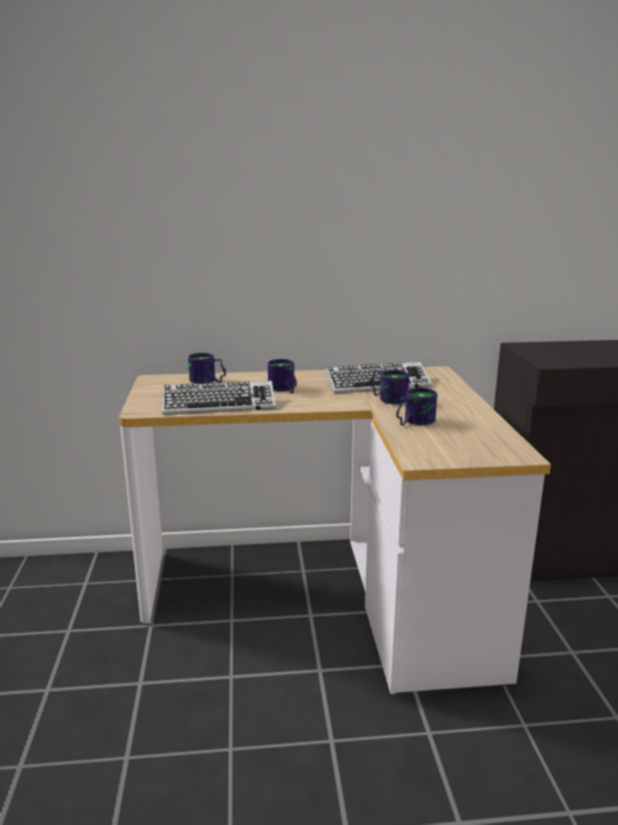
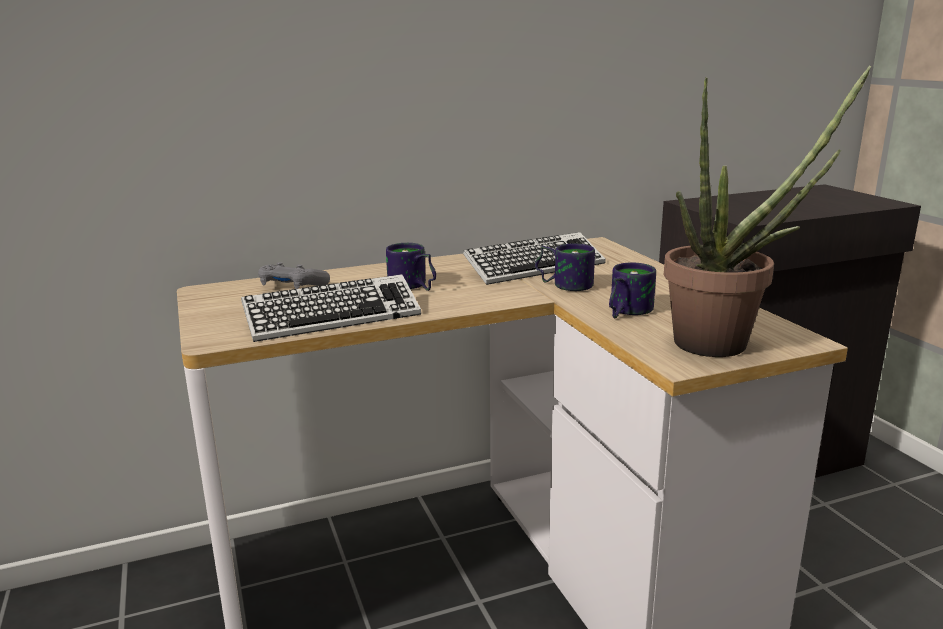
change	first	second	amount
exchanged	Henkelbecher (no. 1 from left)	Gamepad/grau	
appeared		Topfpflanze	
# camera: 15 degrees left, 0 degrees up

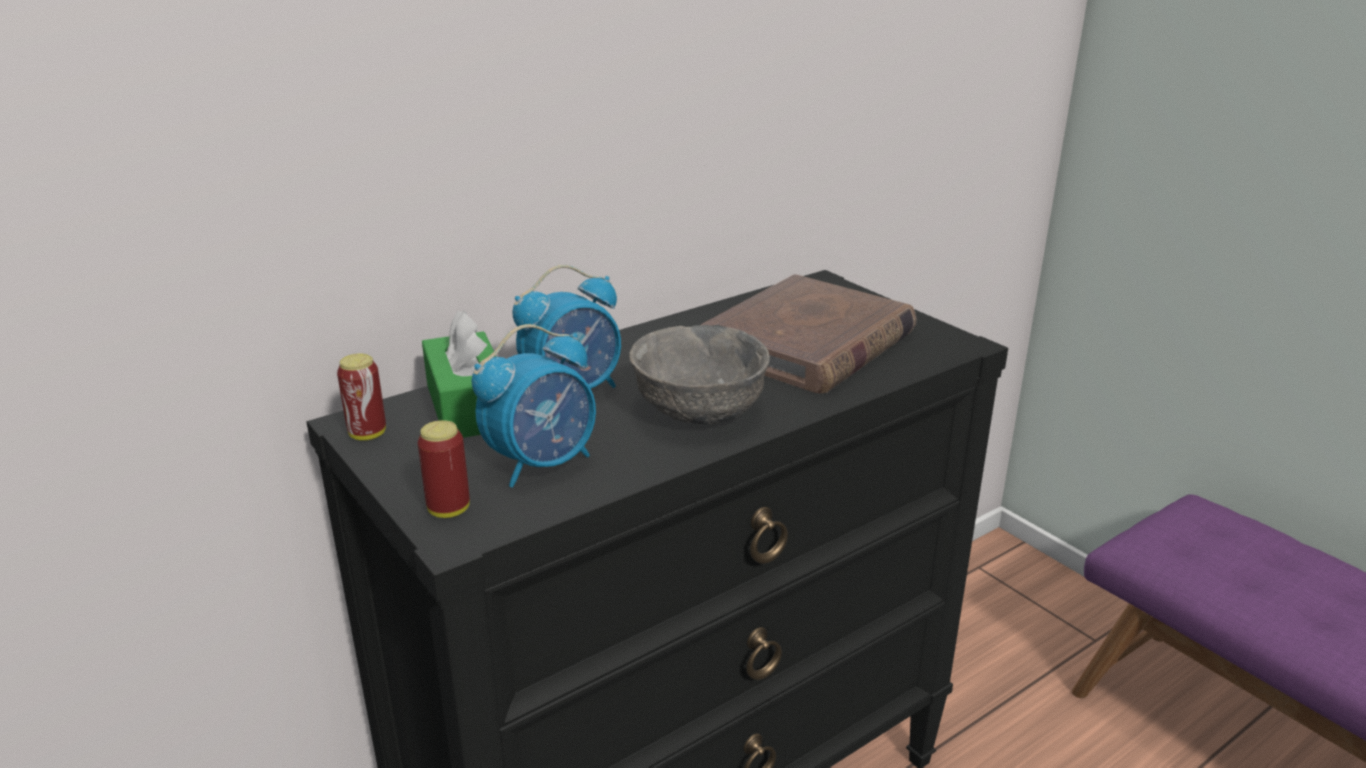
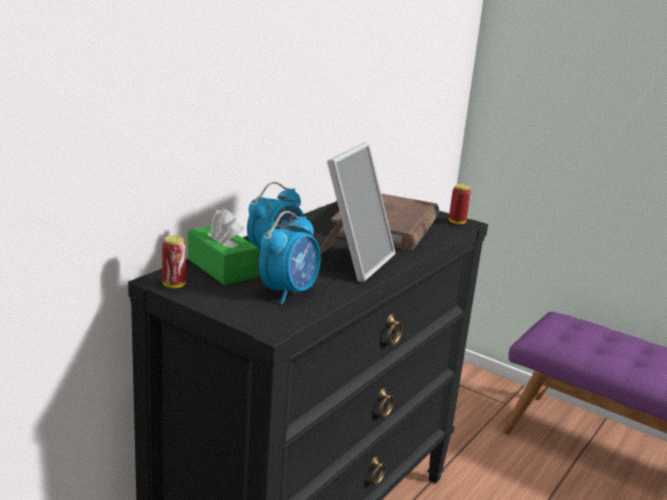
change	first	second	amount
exchanged	Schüssel/grau	Bilderrahmen	
relocated	Dose (no. 2 from left)		
# camera: 20 degrees left, 5 degrees down

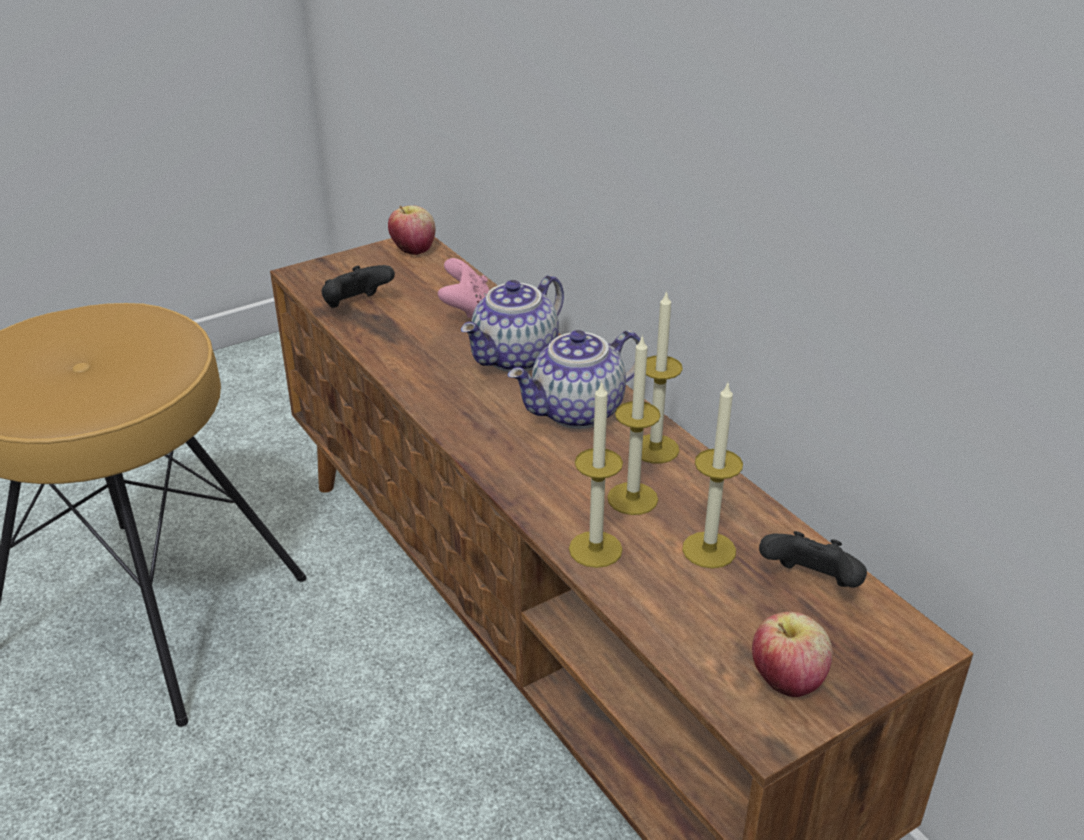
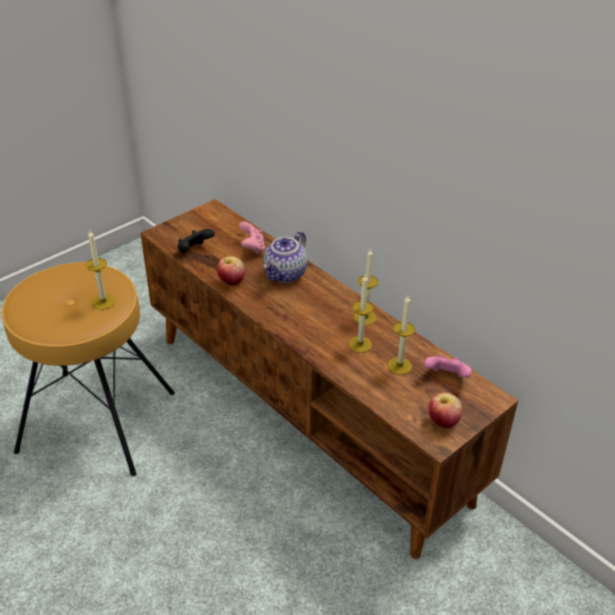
change	first	second	amount
relocated	Kerze (no. 1 from left)		
relocated	Apfel (no. 1 from left)		
colour	Gamepad/schwarz (no. 2 from left)	Gamepad/rosa (no. 2 from left)	
missing	Teekanne (no. 2 from left)		
# camera: 10 degrees left, 5 degrees up

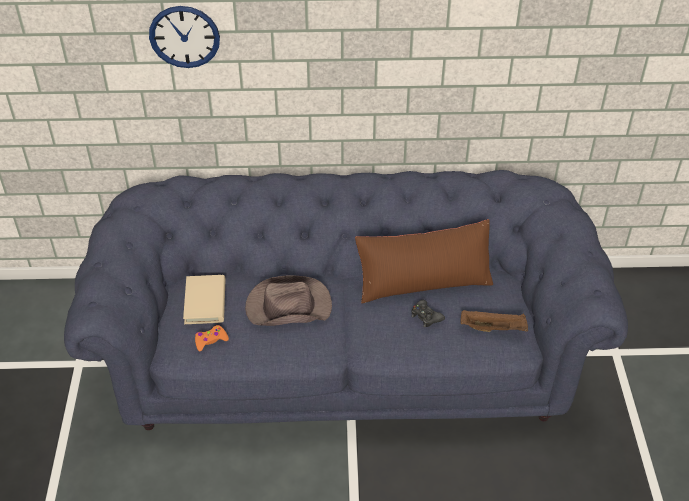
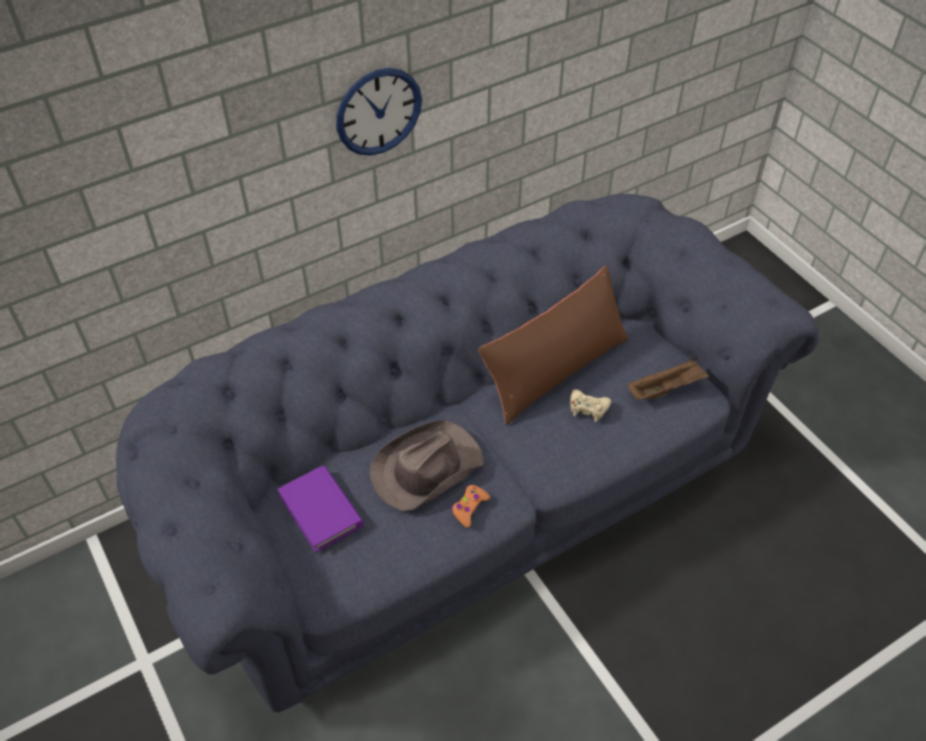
change	first	second	amount
colour	Buch/beige	Buch/lila	
relocated	Wanduhr		
relocated	Gamepad/orange		
colour	Gamepad/schwarz	Gamepad/beige	
# camera: 30 degrees left, 5 degrees up

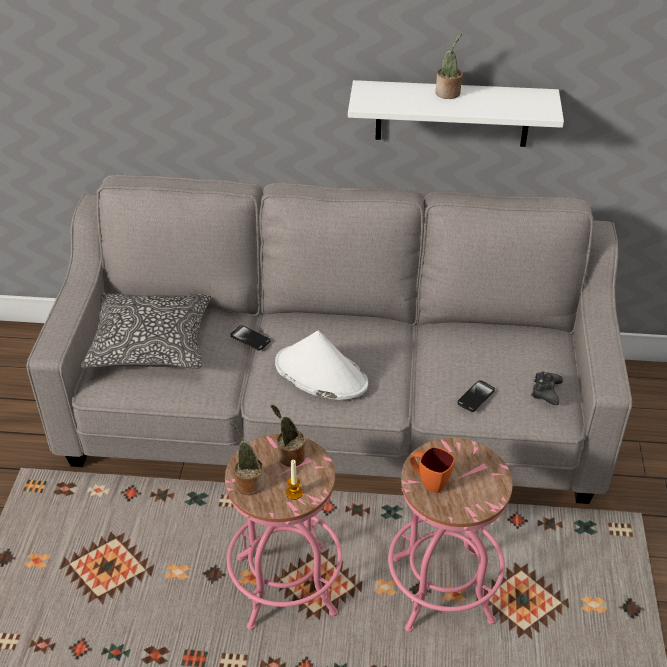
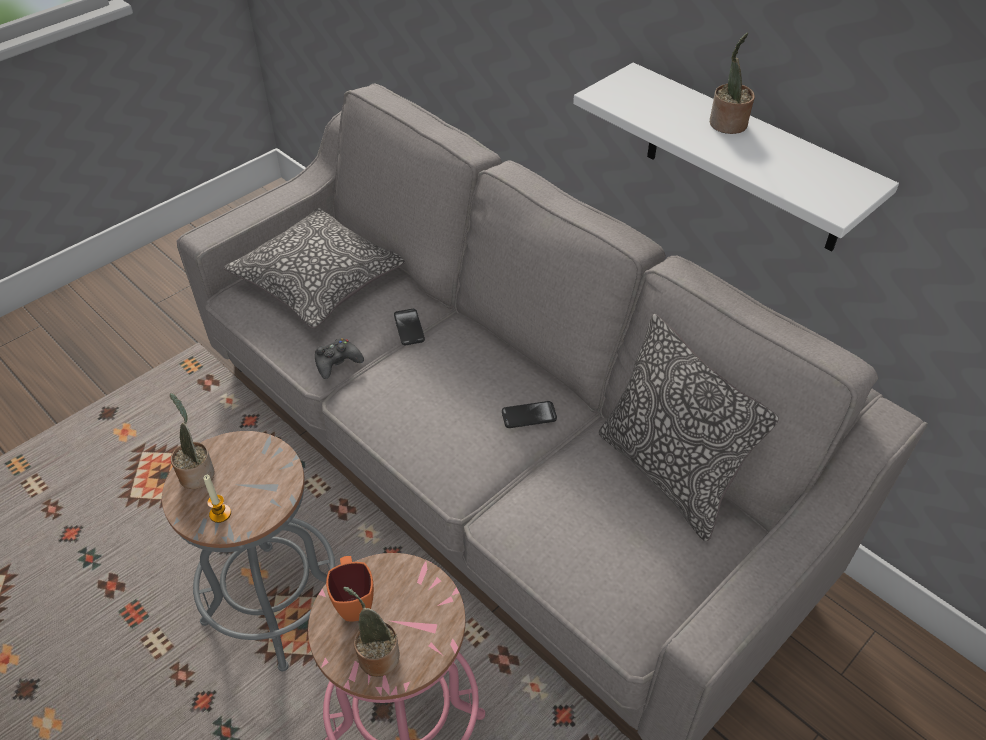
change	first	second	amount
colour	Hocker/rosa (no. 1 from left)	Hocker/grau	
relocated	Gamepad/schwarz		
relocated	Topfpflanze (no. 2 from left)		
relocated	Handy (no. 2 from left)		
appeared		Kissen (no. 2 from left)	
missing	Hut/weiß		
# camera: 40 degrees right, 5 degrees up

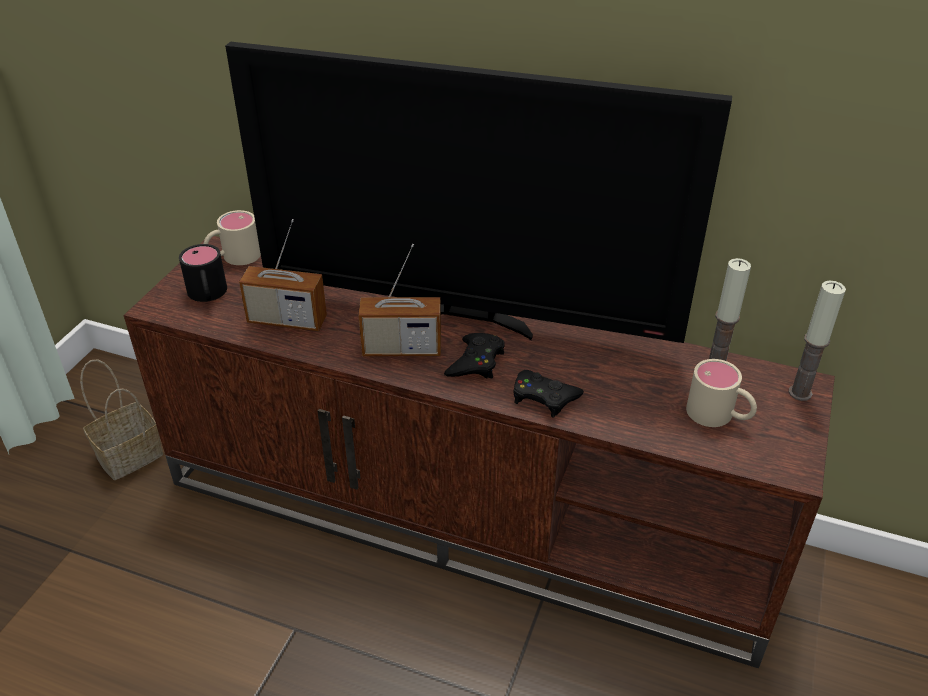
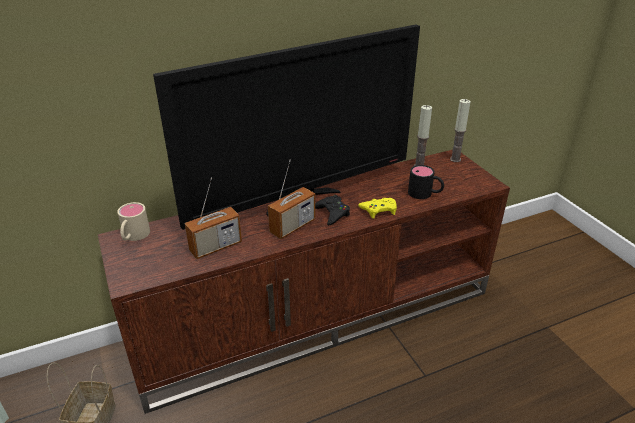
change	first	second	amount
colour	Gamepad/schwarz (no. 2 from left)	Gamepad/gelb	
relocated	Henkelbecher/schwarz		
missing	Henkelbecher/beige (no. 2 from left)		
# camera: 45 degrees left, 5 degrees down

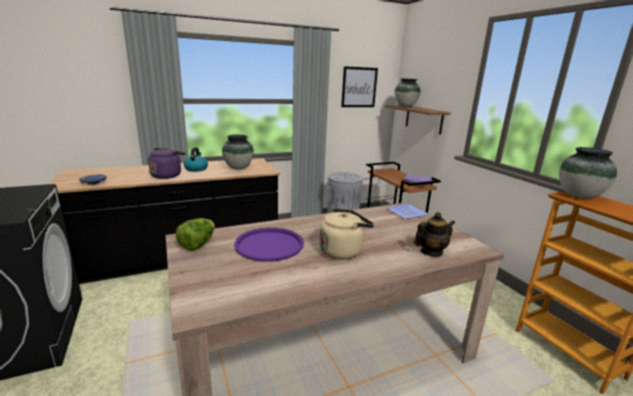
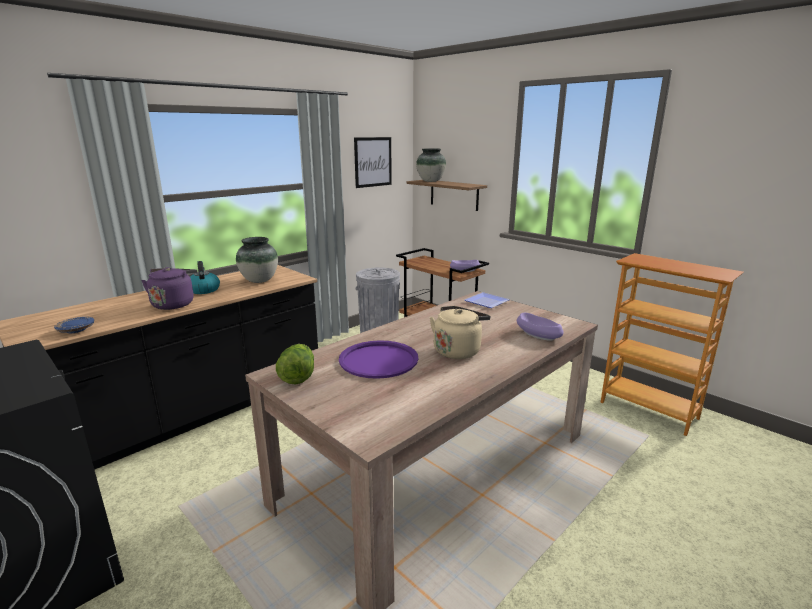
change	first	second	amount
exchanged	Teekanne	Schüssel/lila (no. 2 from left)	
missing	Vase (no. 3 from left)		
# camera: 20 degrees left, 0 degrees up

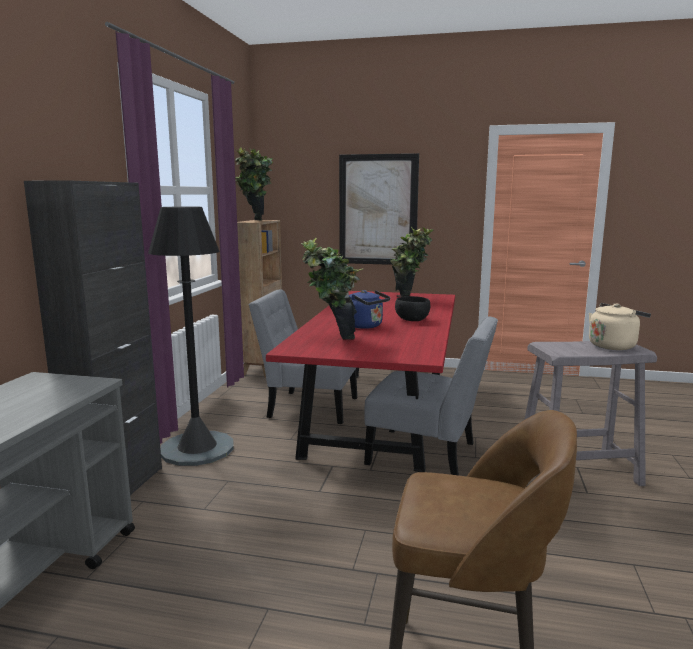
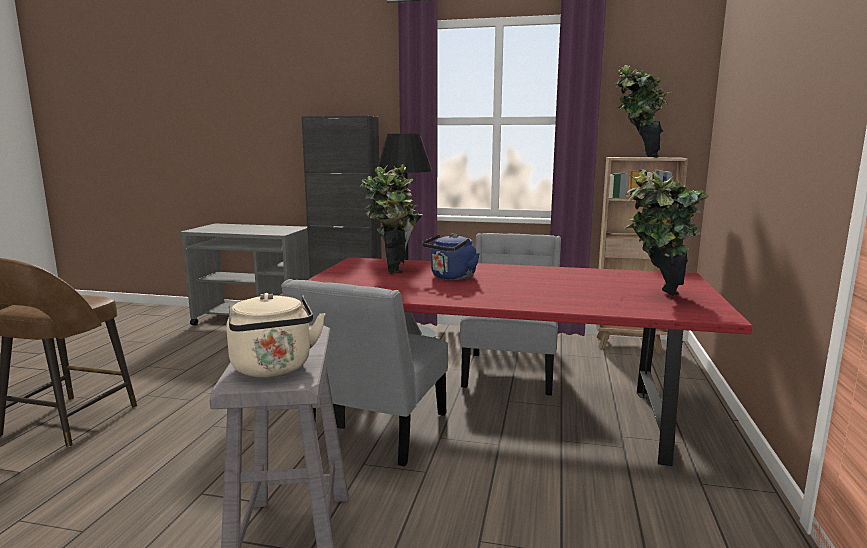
change	first	second	amount
missing	Bild		
missing	Schüssel/schwarz		
# camera: 90 degrees right, 0 degrees up

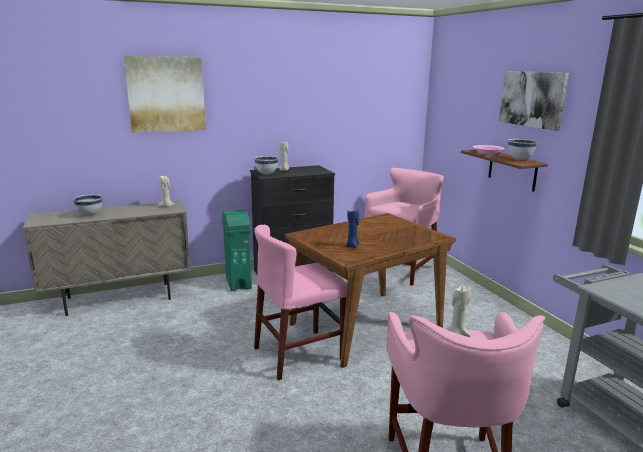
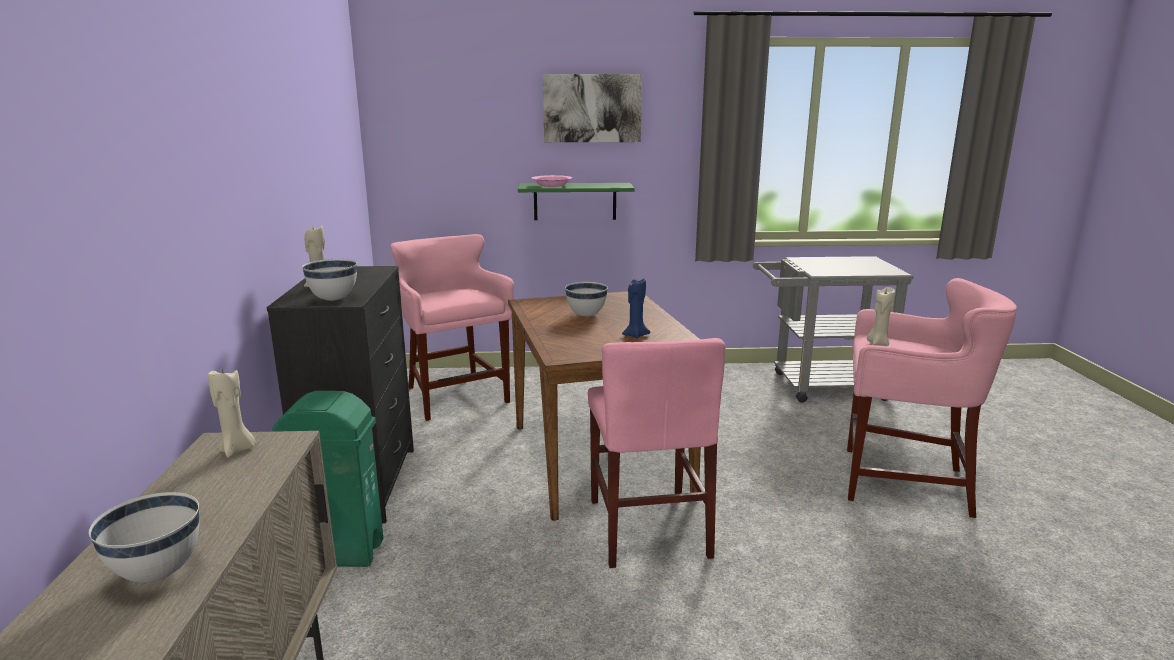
change	first	second	amount
colour	Wandregal/braun	Wandregal/grün	
relocated	Schüssel/weiß (no. 3 from left)		
missing	Bild (no. 1 from left)		
# camera: 70 degrees left, 0 degrees up

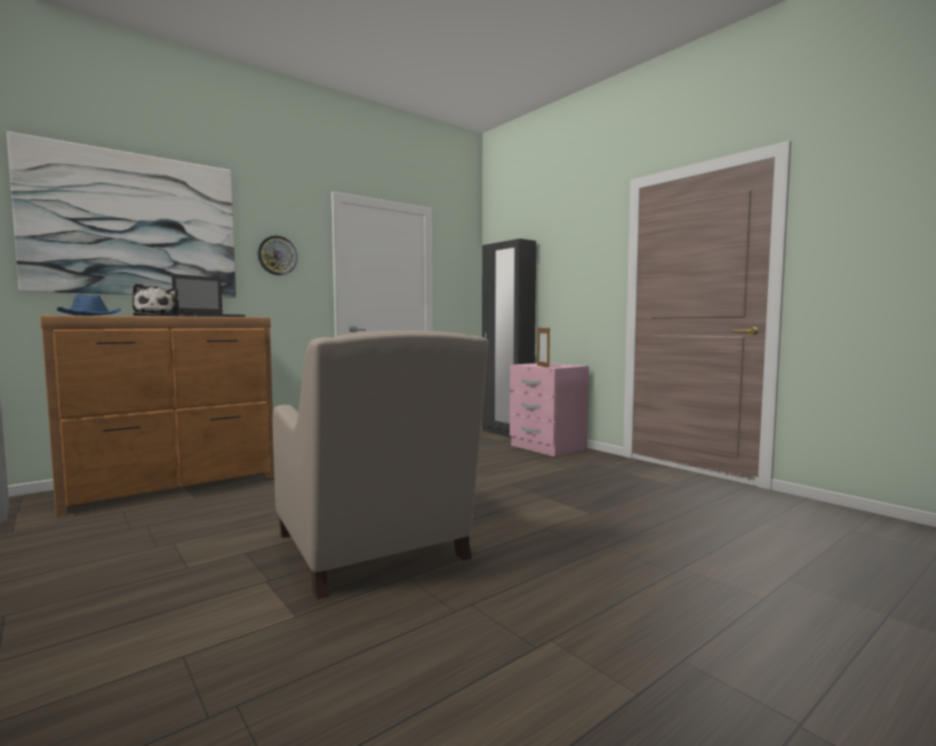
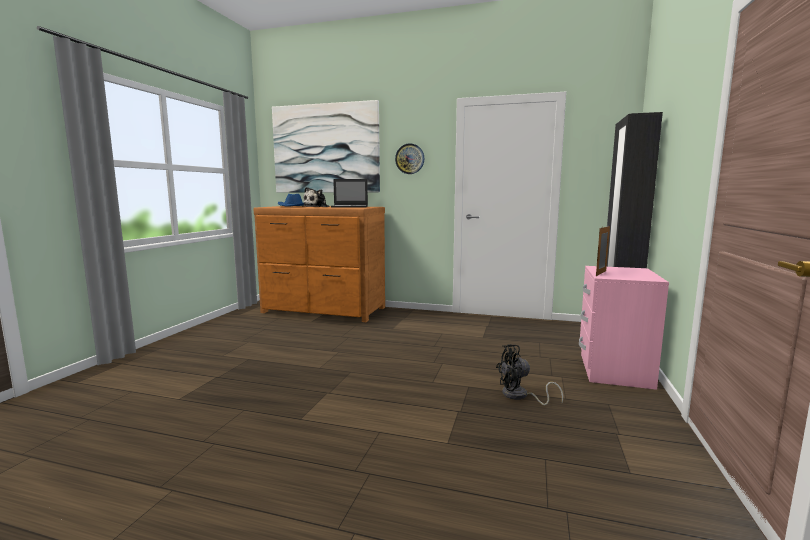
change	first	second	amount
appeared		Ventilator/schwarz	
missing	Sessel/beige		
# camera: 55 degrees right, 5 degrees up

